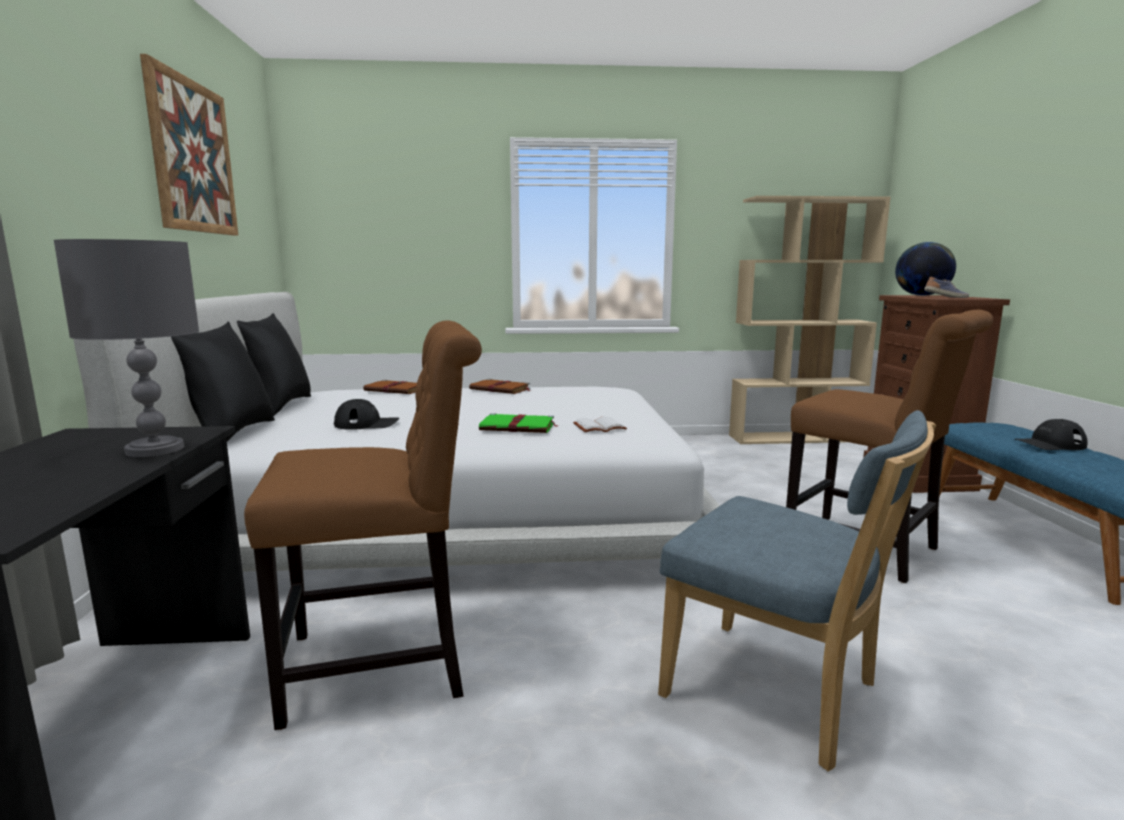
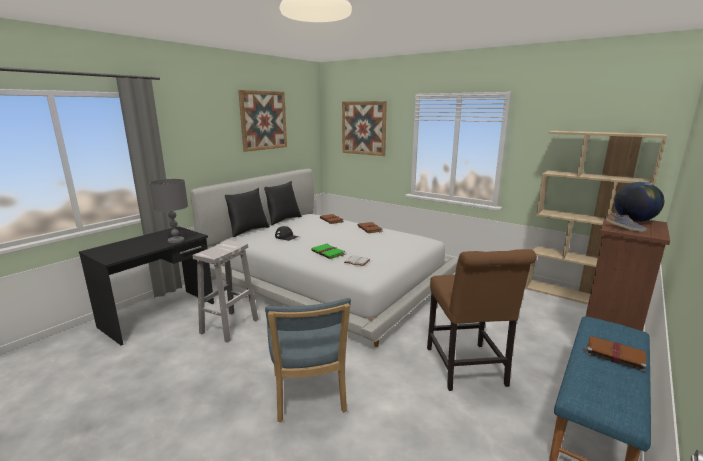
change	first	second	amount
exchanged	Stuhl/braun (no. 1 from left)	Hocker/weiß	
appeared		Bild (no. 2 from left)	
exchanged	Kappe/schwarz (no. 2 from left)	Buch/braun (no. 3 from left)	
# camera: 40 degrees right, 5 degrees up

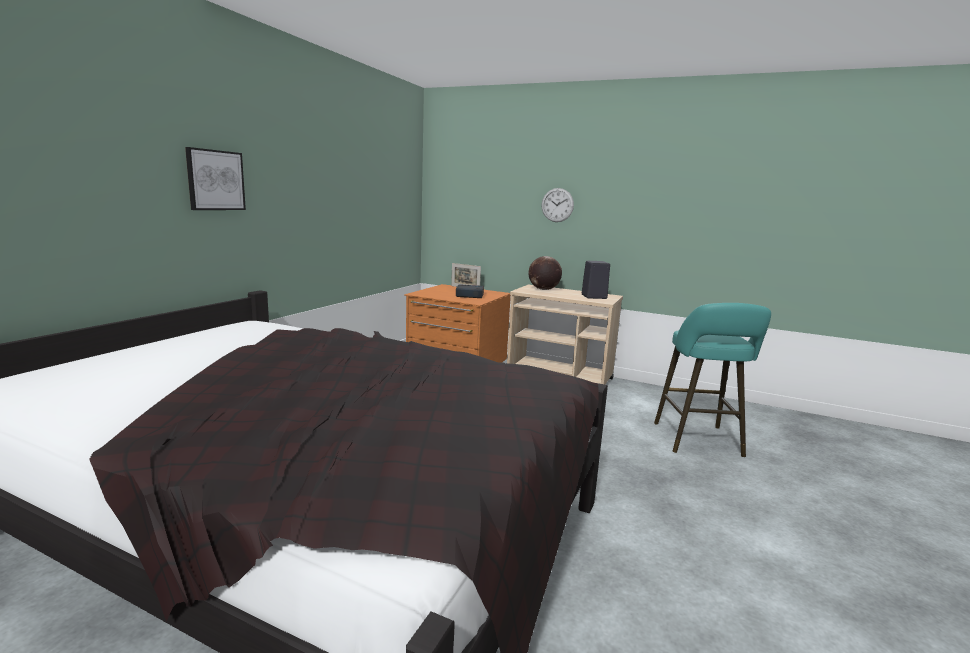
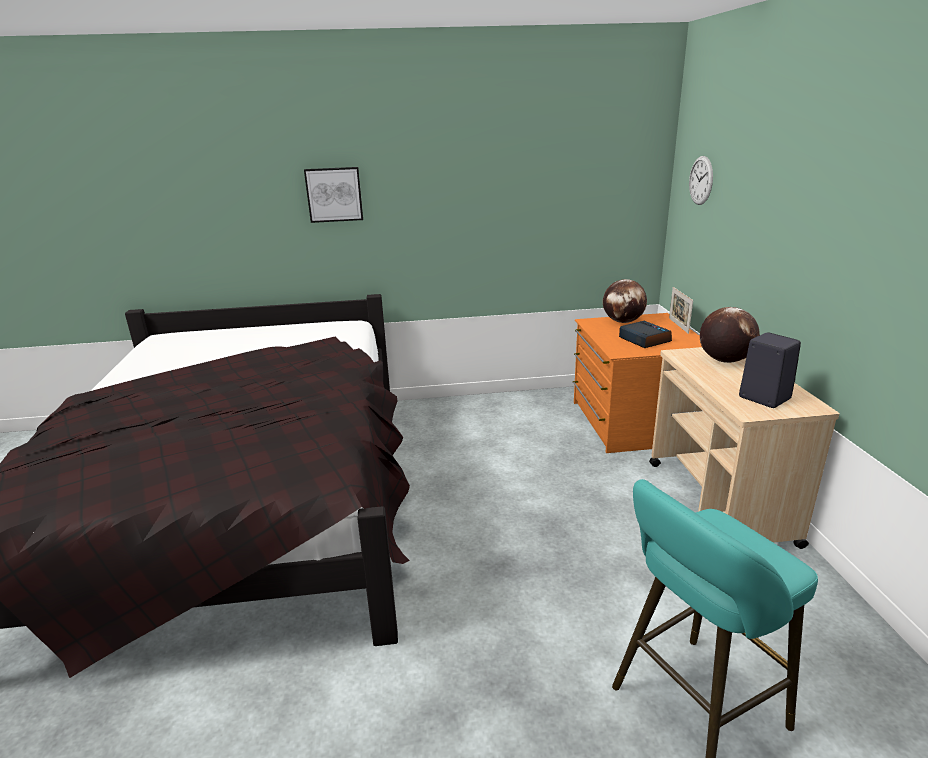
change	first	second	amount
appeared		Globus (no. 1 from left)	
relocated	Wanduhr		
# camera: 60 degrees right, 10 degrees up

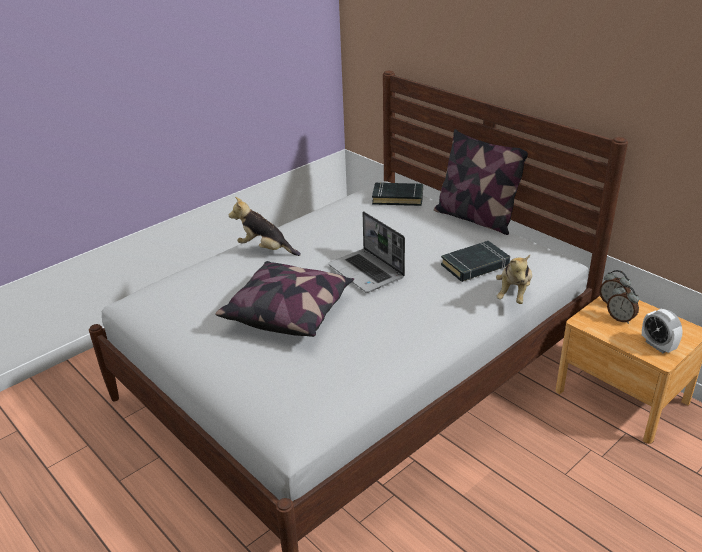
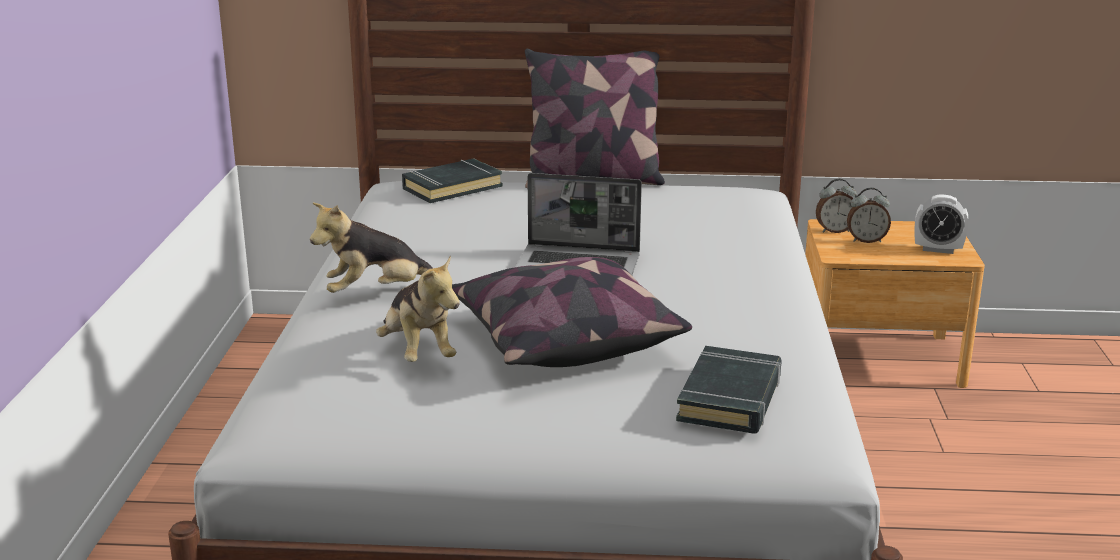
change	first	second	amount
relocated	Plüschtier (no. 2 from left)		
relocated	Buch/schwarz (no. 2 from left)		
# camera: 45 degrees left, 10 degrees down

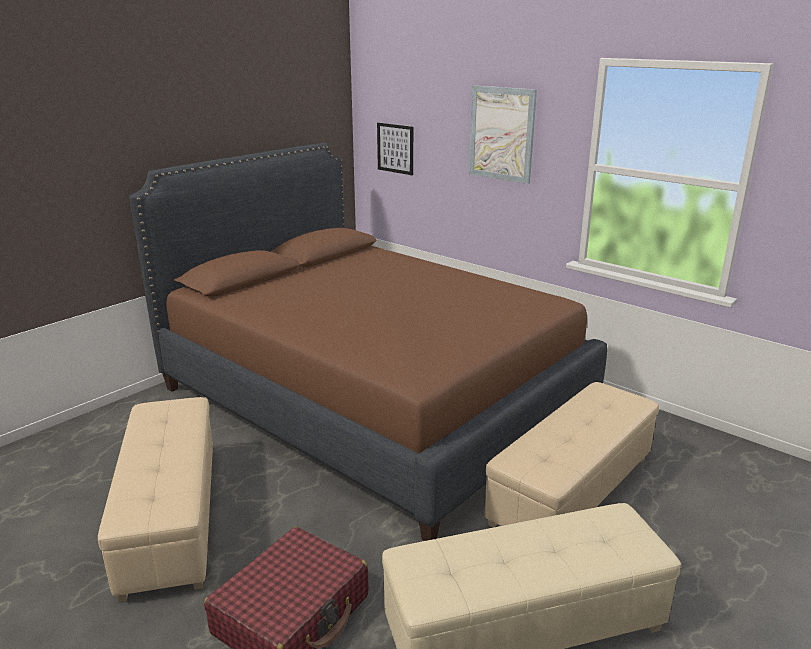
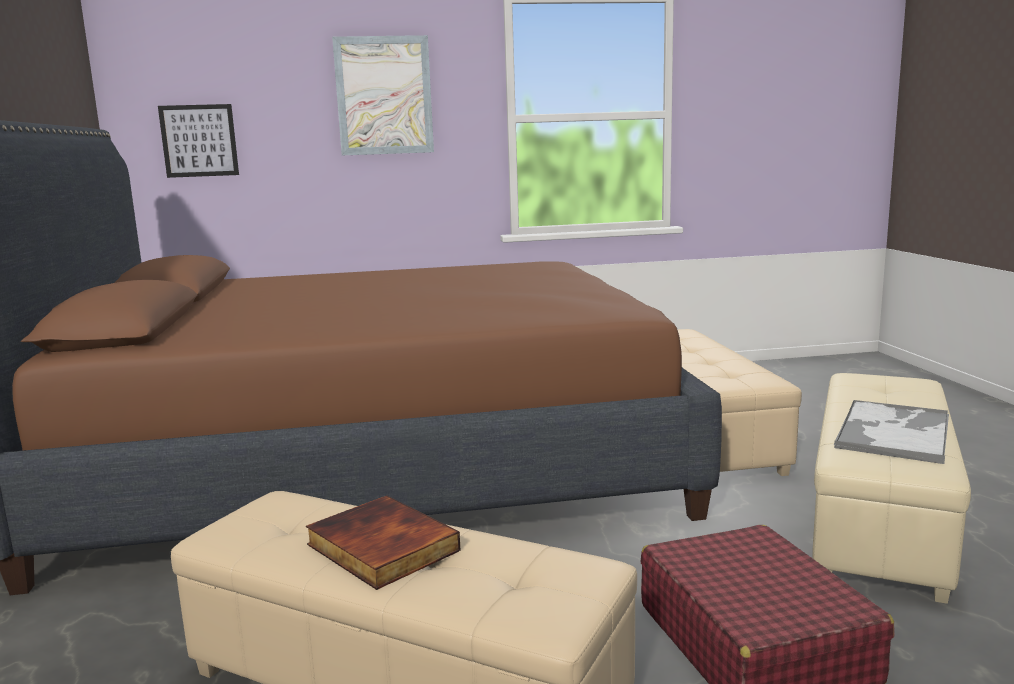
change	first	second	amount
appeared		Buch	
appeared		Tablett	
# camera: 50 degrees left, 10 degrees down

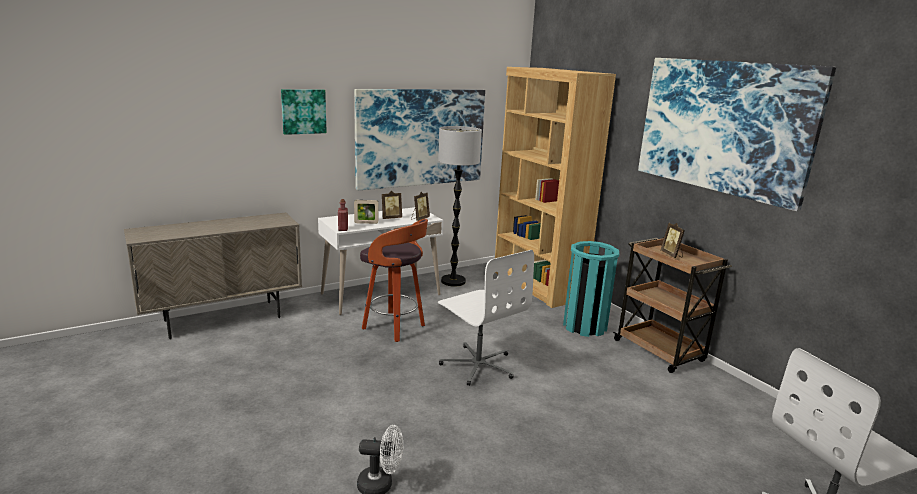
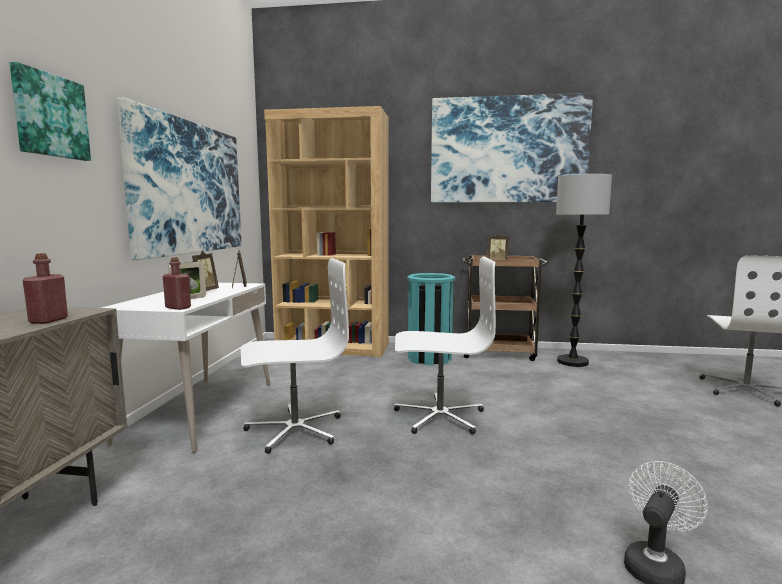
change	first	second	amount
appeared		Flasche/rot (no. 1 from left)	
exchanged	Hocker	Bürostuhl/weiß (no. 1 from left)	
relocated	Stehlampe		
# camera: 50 degrees left, 10 degrees down

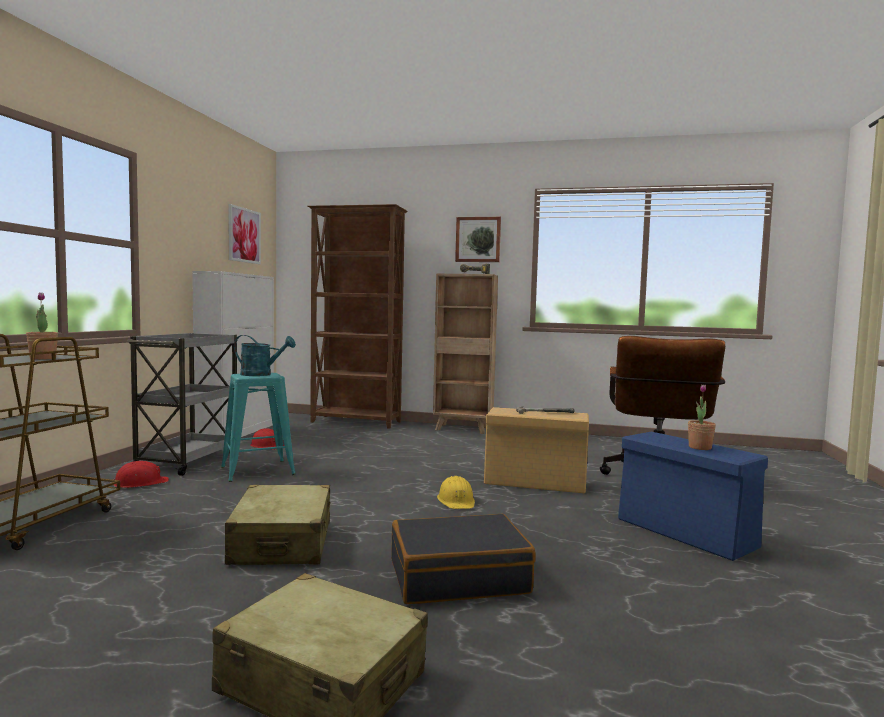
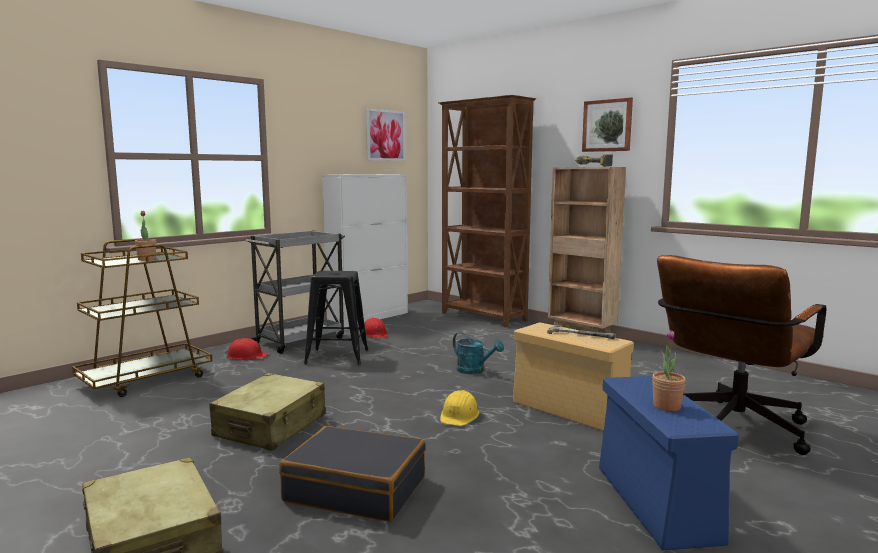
change	first	second	amount
colour	Hocker/türkis	Hocker/schwarz	
relocated	Gießkanne/türkis		
# camera: 30 degrees right, 5 degrees up

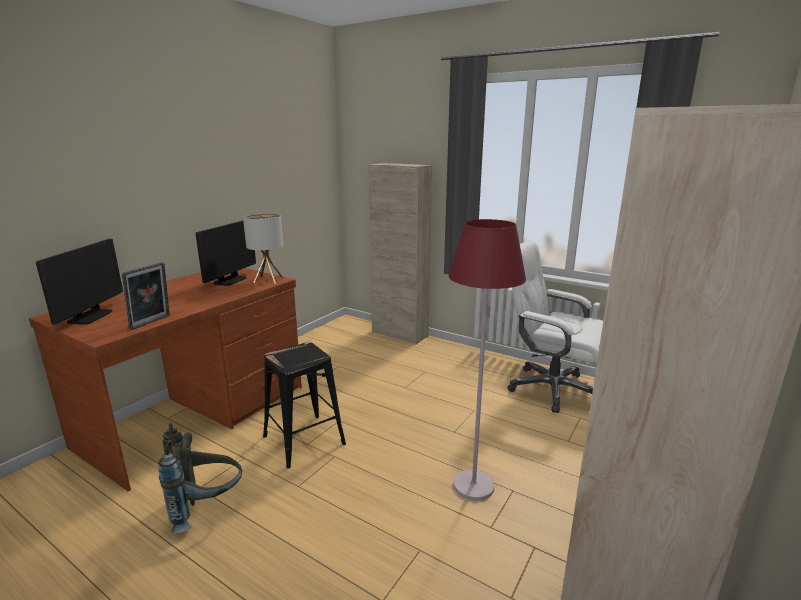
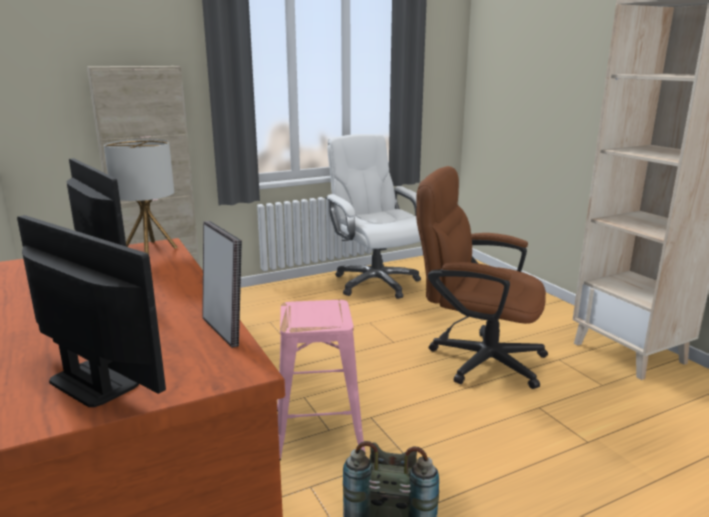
change	first	second	amount
colour	Hocker/schwarz	Hocker/rosa	
spun	Bürostuhl/weiß		90 degrees clockwise
exchanged	Stehlampe/rot	Bürostuhl/braun	
# camera: 60 degrees left, 0 degrees up

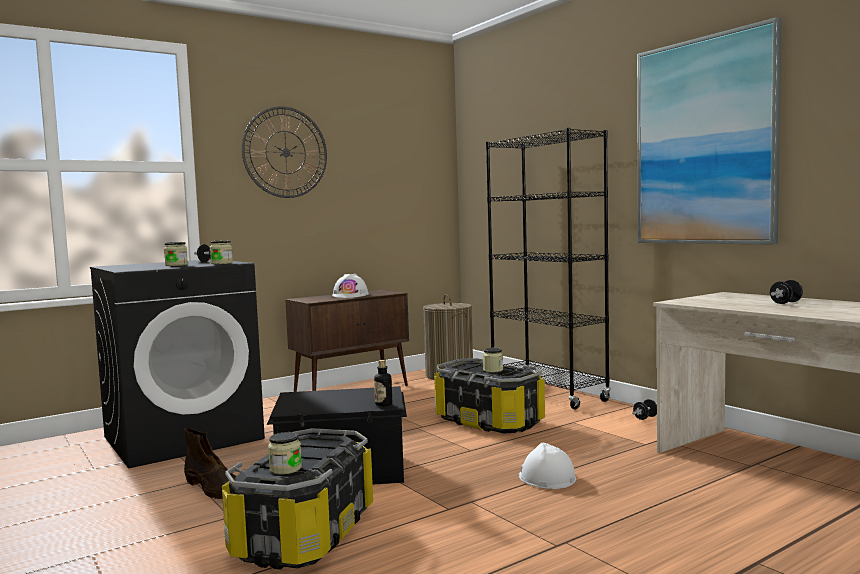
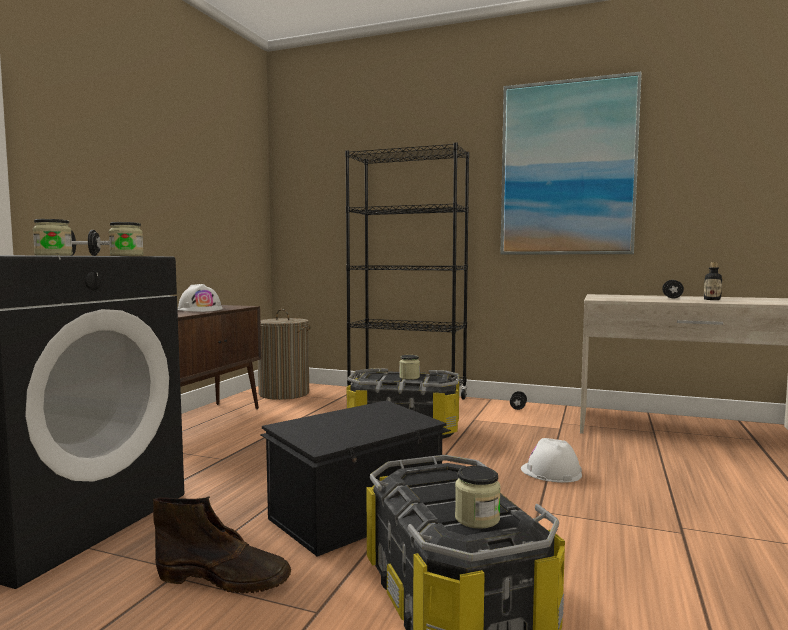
change	first	second	amount
relocated	Flasche		
missing	Wanduhr		
# camera: 35 degrees left, 0 degrees up

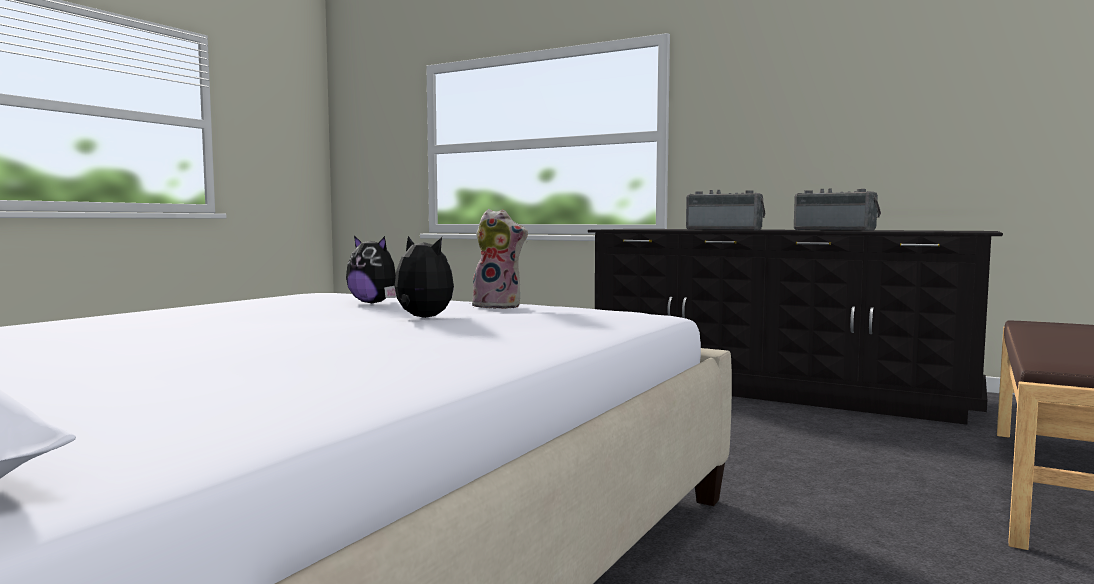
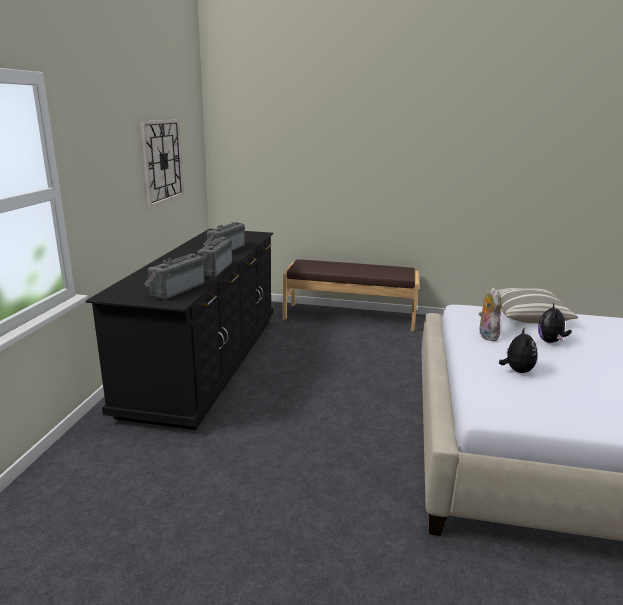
change	first	second	amount
appeared		Wanduhr	
appeared		Radio (no. 1 from left)	
appeared		Kissen	
# camera: 110 degrees left, 15 degrees up

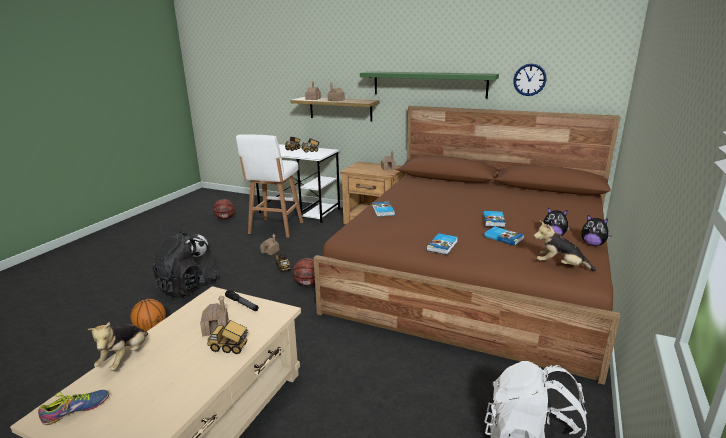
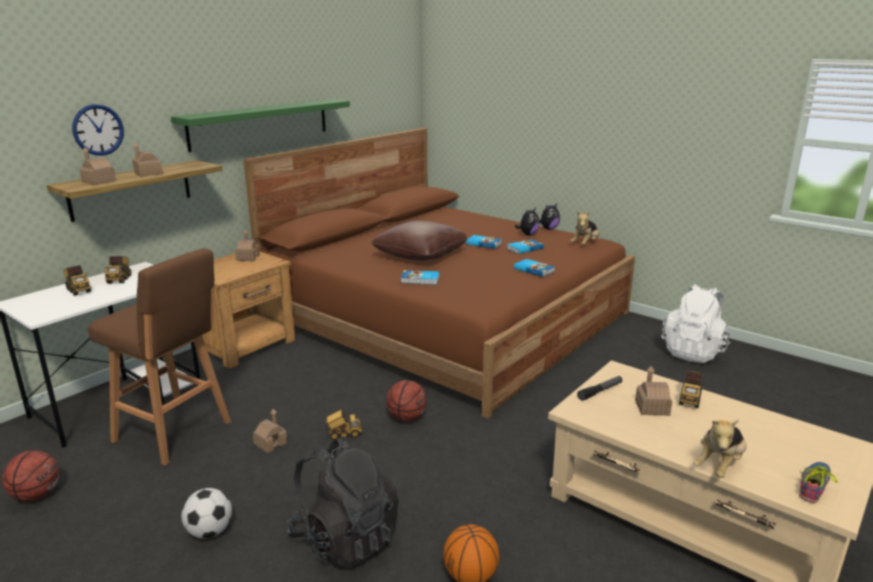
change	first	second	amount
relocated	Wanduhr		
colour	Hocker/weiß	Hocker/braun	
appeared		Kissen/braun	
spun	Plüschtier (no. 1 from left in the first image)	Plüschtier (no. 4 from left)	105 degrees clockwise
spun	Schuh		60 degrees clockwise
# camera: 75 degrees left, 0 degrees up

